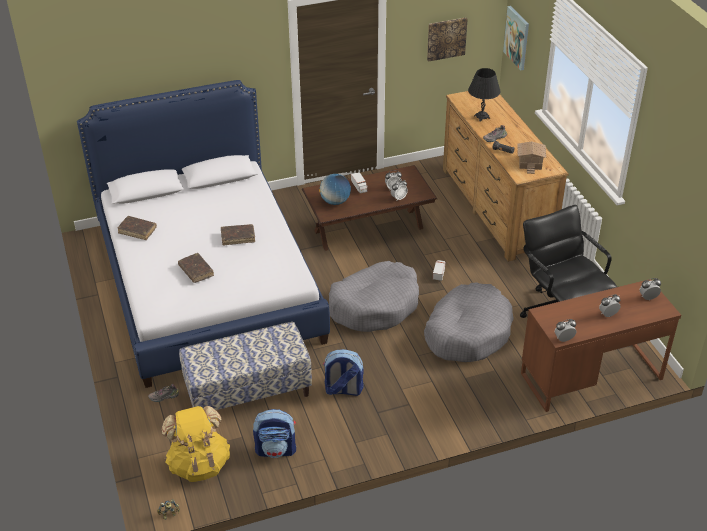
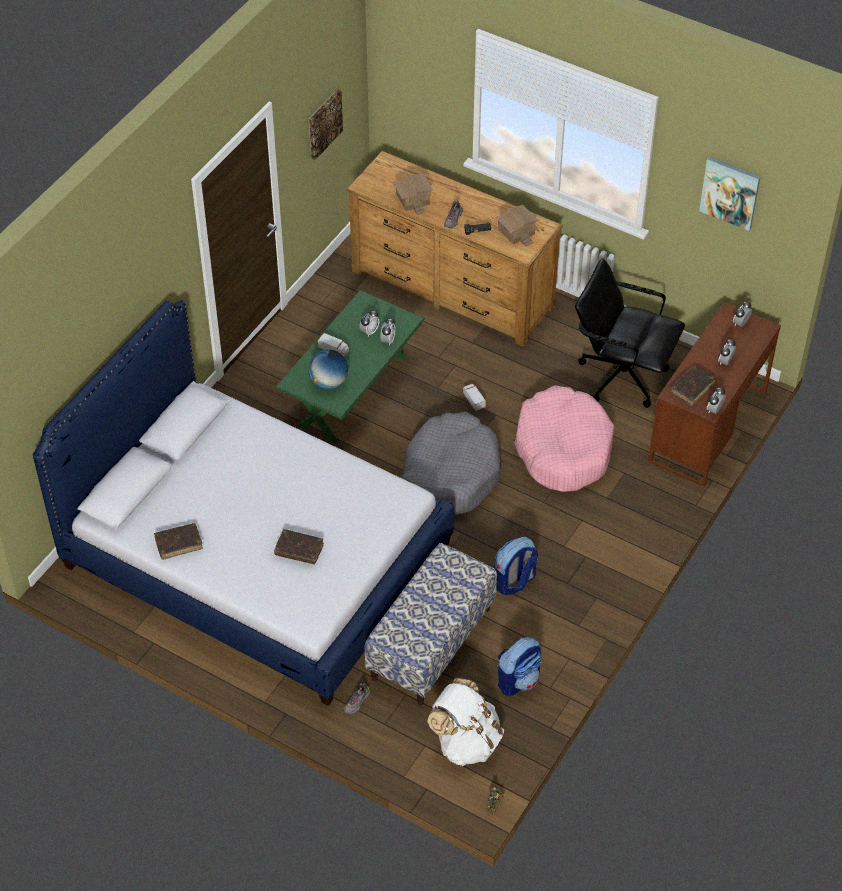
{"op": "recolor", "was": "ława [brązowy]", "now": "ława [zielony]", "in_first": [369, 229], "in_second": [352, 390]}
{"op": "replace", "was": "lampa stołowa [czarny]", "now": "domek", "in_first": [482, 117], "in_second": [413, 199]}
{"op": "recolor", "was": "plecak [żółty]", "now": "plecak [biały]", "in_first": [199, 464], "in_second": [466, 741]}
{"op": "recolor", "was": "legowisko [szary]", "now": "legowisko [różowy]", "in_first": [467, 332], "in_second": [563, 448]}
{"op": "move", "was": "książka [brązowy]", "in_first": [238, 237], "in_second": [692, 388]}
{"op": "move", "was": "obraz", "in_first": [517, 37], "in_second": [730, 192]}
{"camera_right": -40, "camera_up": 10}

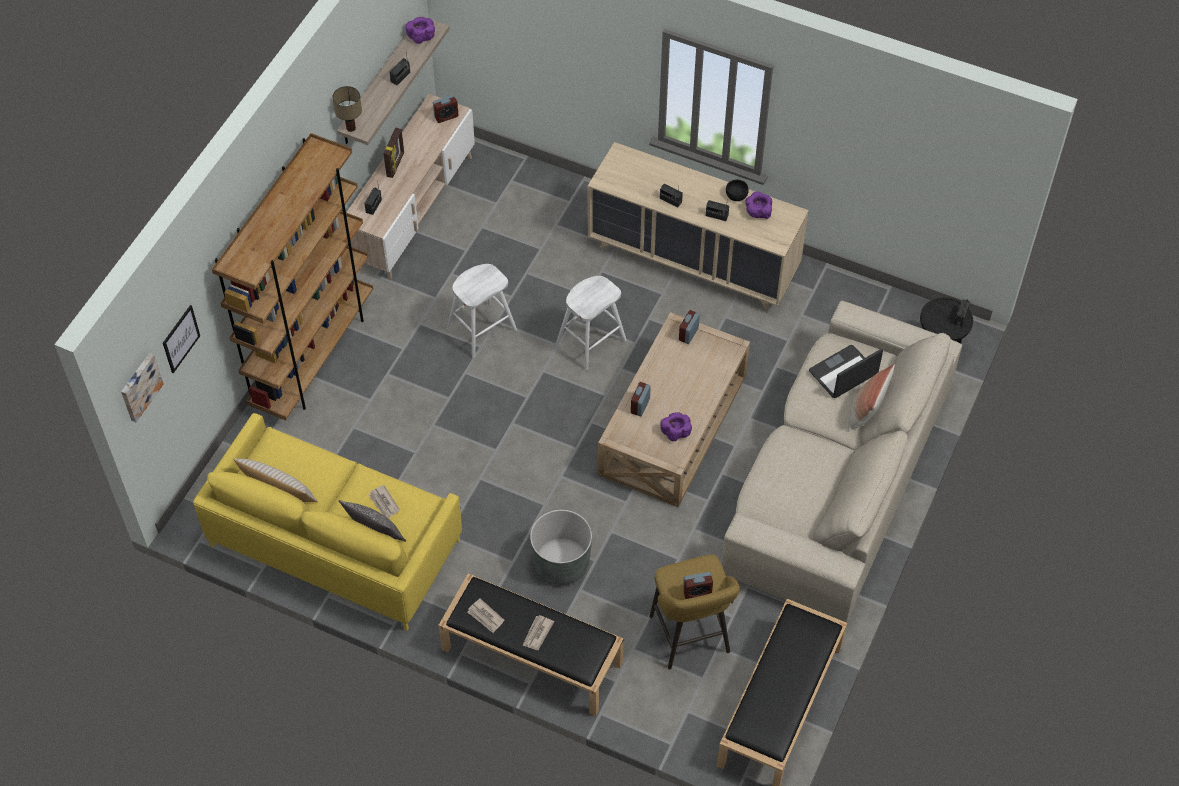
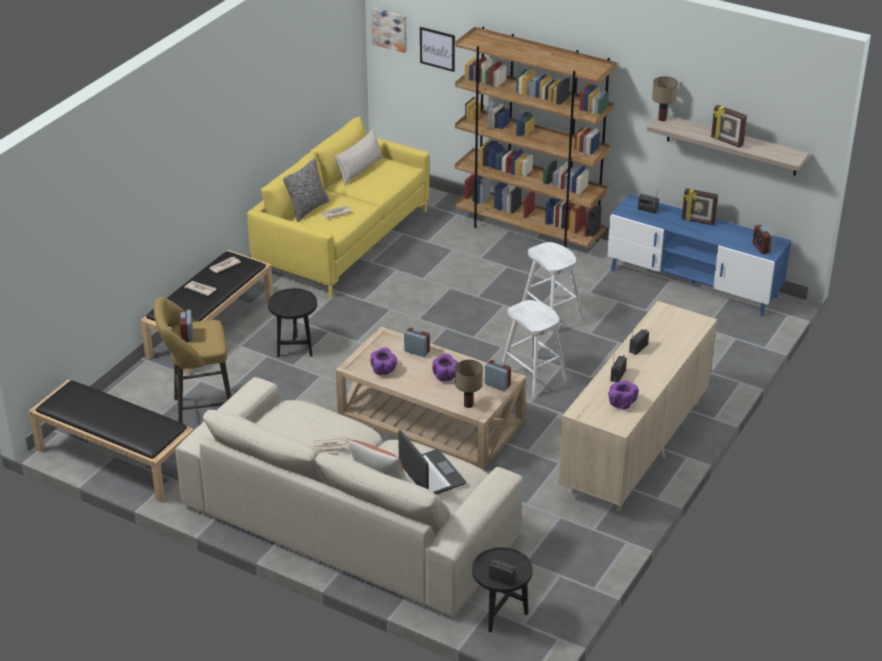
{"op": "replace", "was": "donica [szary]", "now": "stolik [czarny]", "in_first": [561, 563], "in_second": [295, 347]}
{"op": "insert", "now": "gazeta", "in_second": [331, 447]}
{"op": "move", "was": "miska [fioletowy]", "in_first": [421, 36], "in_second": [446, 376]}
{"op": "insert", "now": "lampa stołowa", "in_second": [468, 405]}
{"op": "recolor", "was": "szafka pod telewizor [beżowy]", "now": "szafka pod telewizor [niebieski]", "in_first": [413, 210], "in_second": [693, 282]}
{"op": "replace", "was": "radio", "now": "ramka na zdjęcie", "in_first": [400, 77], "in_second": [726, 142]}
{"op": "delete", "was": "miska [czarny]", "in_first": [736, 195]}
{"camera_right": 95, "camera_up": -20}

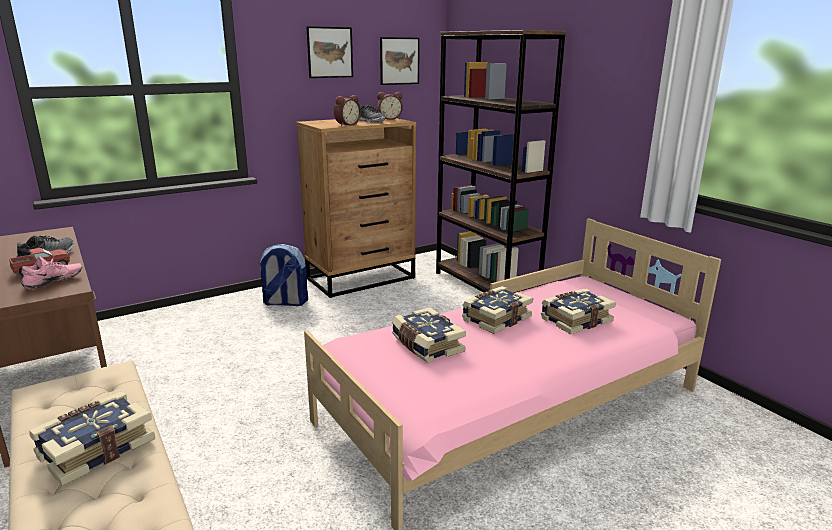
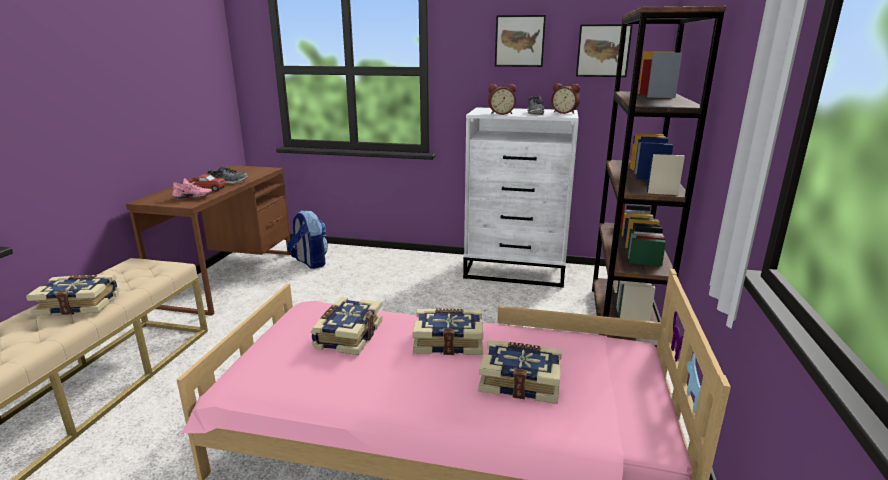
{"op": "move", "was": "plecak", "in_first": [284, 302], "in_second": [310, 262]}
{"op": "recolor", "was": "komoda [brązowy]", "now": "komoda [biały]", "in_first": [362, 278], "in_second": [516, 271]}
{"camera_right": 45, "camera_up": 0}

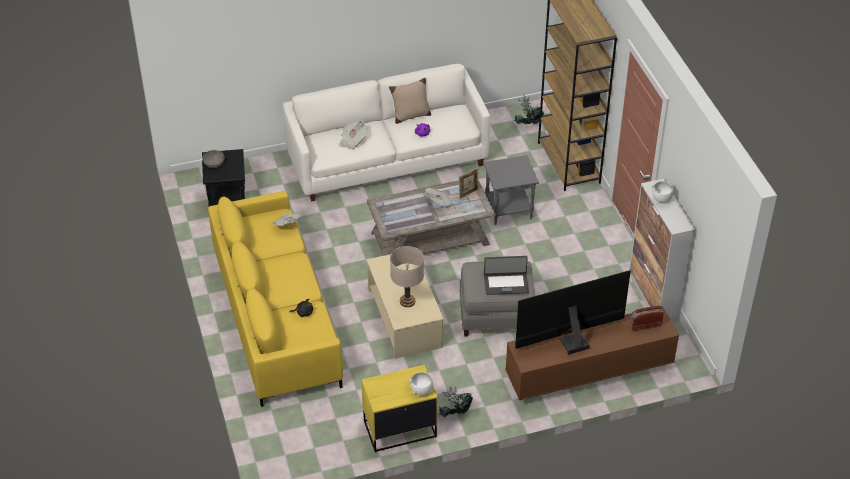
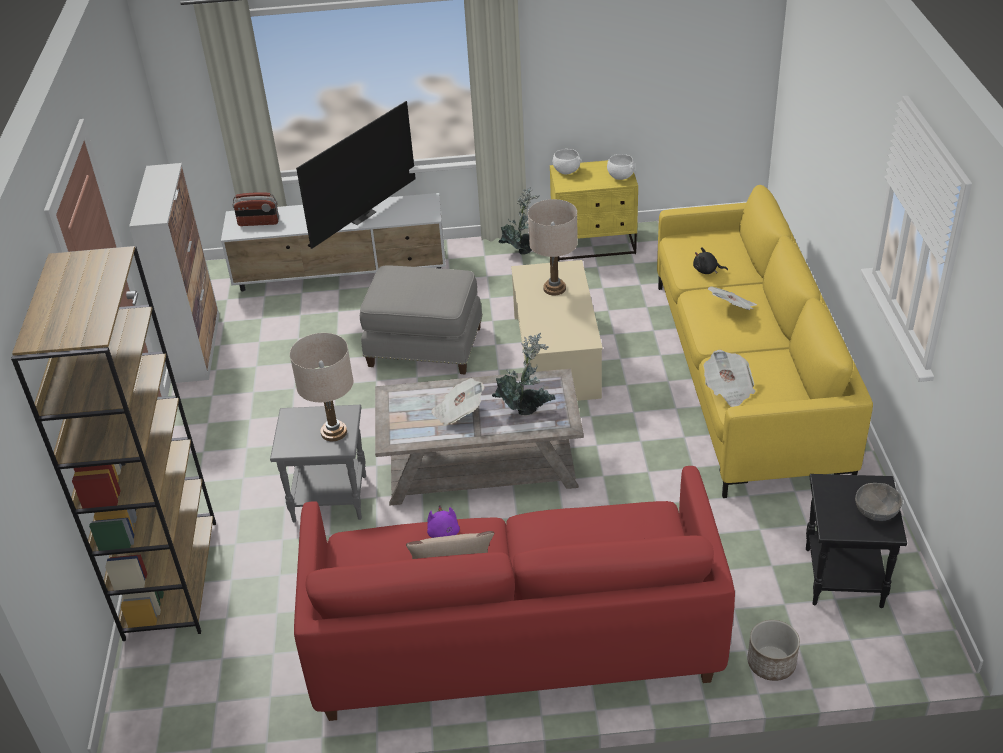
{"op": "recolor", "was": "szafka pod telewizor [brązowy]", "now": "szafka pod telewizor [biały]", "in_first": [587, 373], "in_second": [342, 274]}
{"op": "insert", "now": "lampa stołowa [beżowy]", "in_second": [333, 432]}
{"op": "recolor", "was": "kanapa [biały]", "now": "kanapa [czerwony]", "in_first": [387, 159], "in_second": [514, 637]}
{"op": "rotate", "was": "telewizor", "in_first": [572, 341], "in_second": [360, 215], "clockwise": -45}
{"op": "move", "was": "roślina doniczkowa", "in_first": [527, 126], "in_second": [526, 408]}
{"op": "move", "was": "miska [biały]", "in_first": [662, 198], "in_second": [620, 176]}
{"op": "move", "was": "gazeta", "in_first": [352, 141], "in_second": [732, 309]}
{"op": "insert", "now": "donica", "in_second": [771, 663]}
{"op": "delete", "was": "ramka na zdjęcie", "in_first": [468, 193]}
{"op": "delete", "was": "laptop", "in_first": [506, 284]}
{"camera_right": -165, "camera_up": -5}

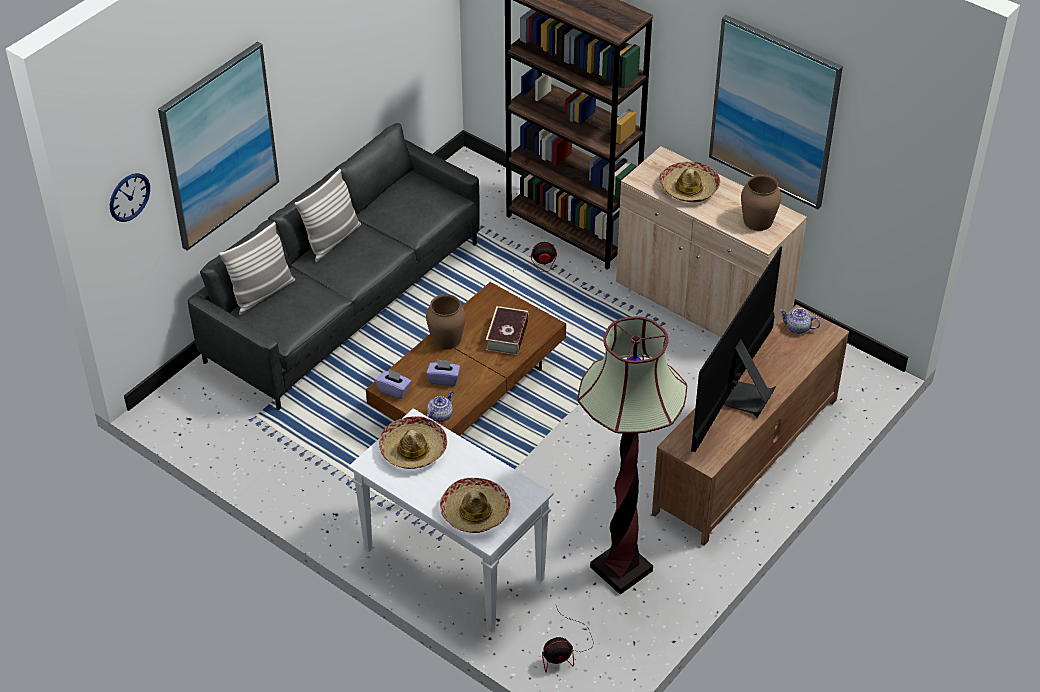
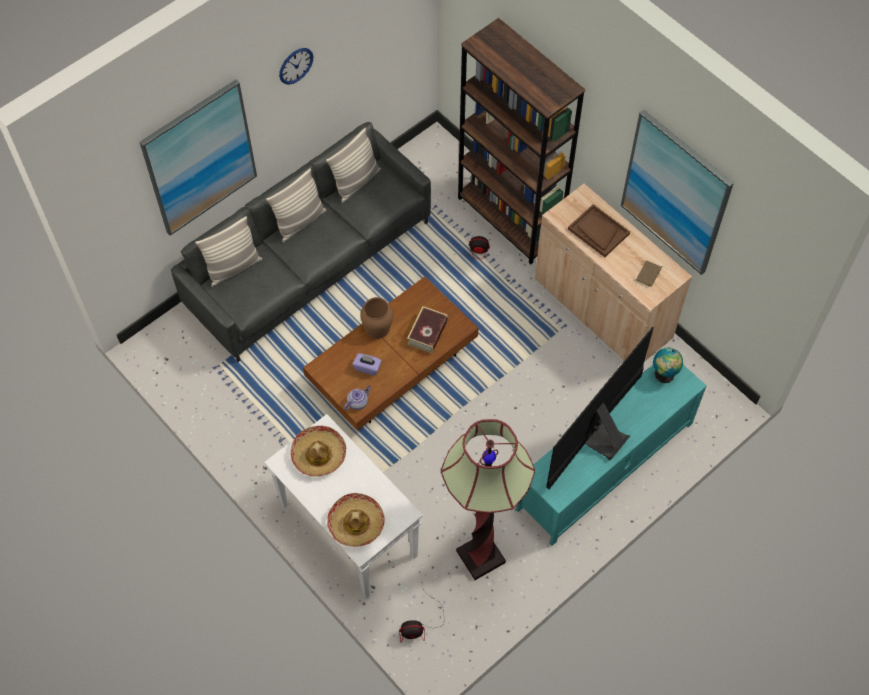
{"op": "move", "was": "zegar ścienny", "in_first": [129, 197], "in_second": [295, 65]}
{"op": "insert", "now": "poduszka", "in_second": [356, 182]}
{"op": "recolor", "was": "szafka pod telewizor [brązowy]", "now": "szafka pod telewizor [turkusowy]", "in_first": [746, 456], "in_second": [605, 466]}
{"op": "replace", "was": "kapelusz", "now": "taca [brązowy]", "in_first": [689, 188], "in_second": [598, 231]}
{"op": "replace", "was": "wazon [brązowy]", "now": "książka [brązowy]", "in_first": [758, 221], "in_second": [649, 275]}
{"op": "replace", "was": "imbryk", "now": "globus", "in_first": [797, 328], "in_second": [664, 375]}
{"op": "delete", "was": "pudełko chusteczek [fioletowy]", "in_first": [394, 390]}
{"camera_right": 10, "camera_up": 15}

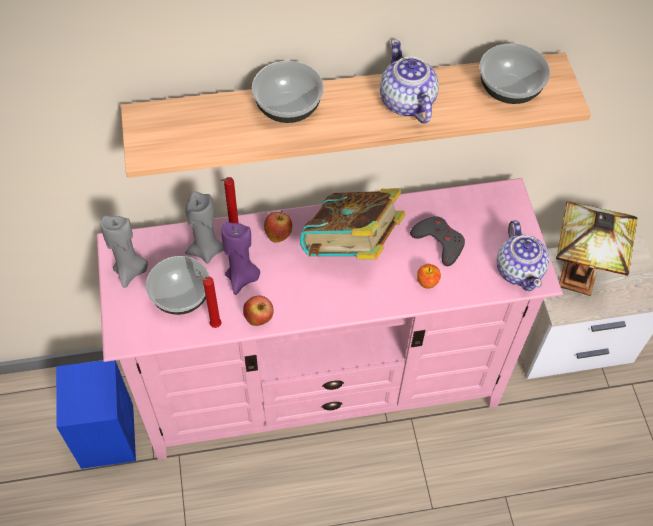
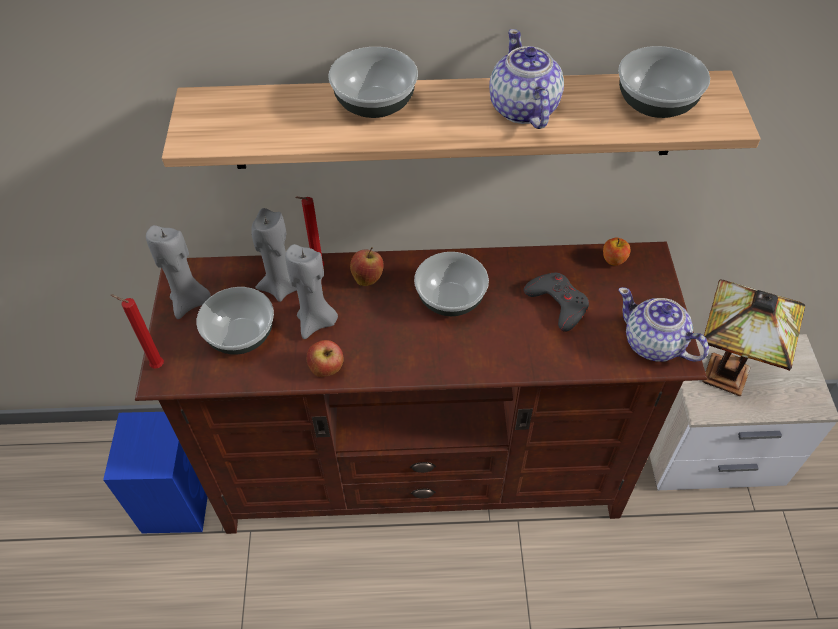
{"op": "move", "was": "świeca [czerwony]", "in_first": [213, 325], "in_second": [155, 365]}
{"op": "recolor", "was": "szafka pod telewizor [różowy]", "now": "szafka pod telewizor [brązowy]", "in_first": [323, 386], "in_second": [422, 472]}
{"op": "recolor", "was": "świeca [fioletowy]", "now": "świeca [szary]", "in_first": [242, 278], "in_second": [317, 322]}
{"op": "replace", "was": "książka", "now": "miska", "in_first": [351, 246], "in_second": [451, 299]}
{"op": "move", "was": "jabłko", "in_first": [427, 282], "in_second": [614, 260]}
{"op": "rotate", "was": "imbryk", "in_first": [519, 270], "in_second": [653, 344], "clockwise": 135}
{"camera_right": 10, "camera_up": -5}

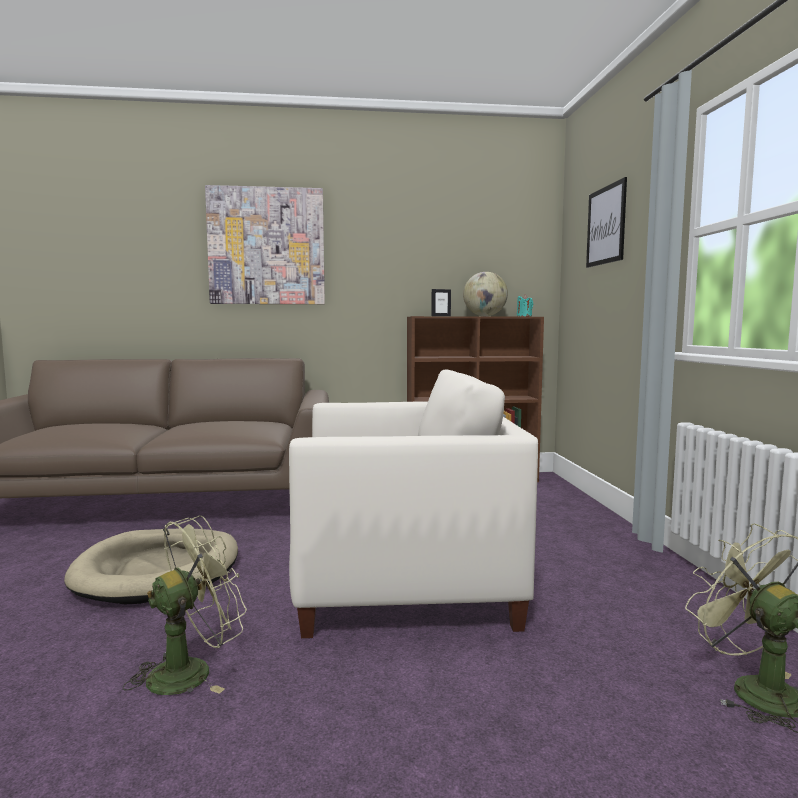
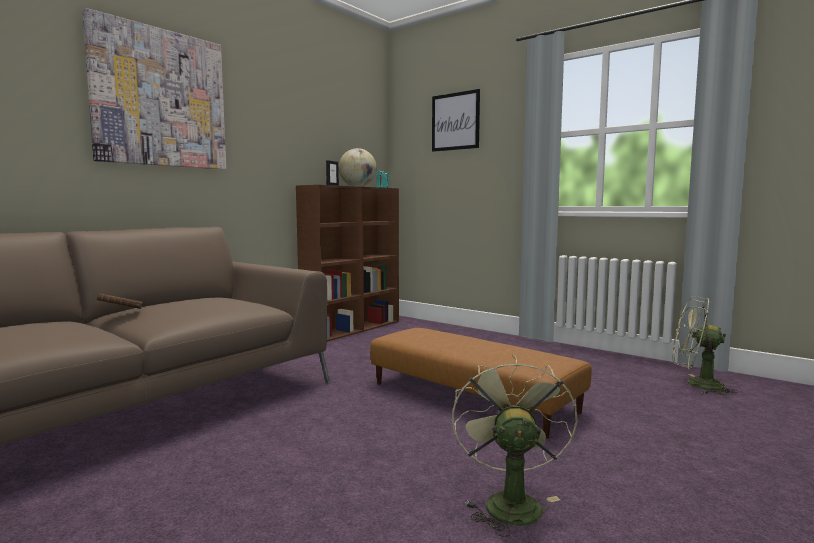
{"op": "insert", "now": "książka [brązowy]", "in_second": [121, 312]}
{"op": "replace", "was": "fotel [biały]", "now": "pufa [brązowy]", "in_first": [403, 577], "in_second": [472, 397]}
{"op": "delete", "was": "legowisko [beżowy]", "in_first": [158, 570]}
{"camera_right": -45, "camera_up": 0}

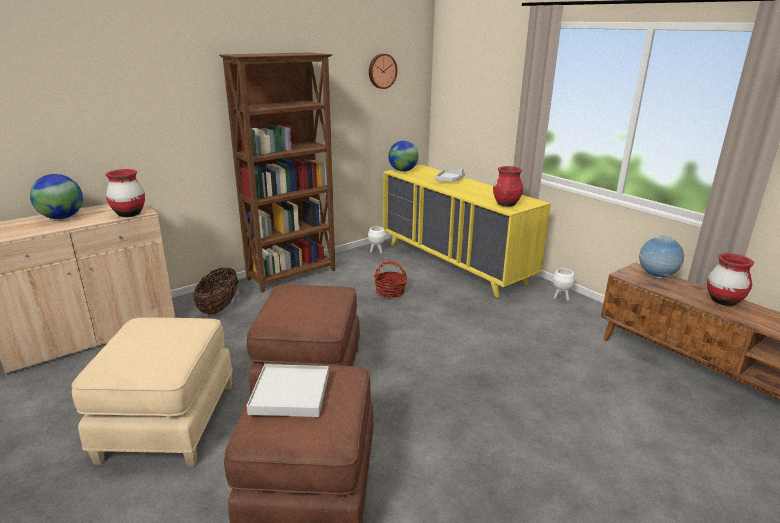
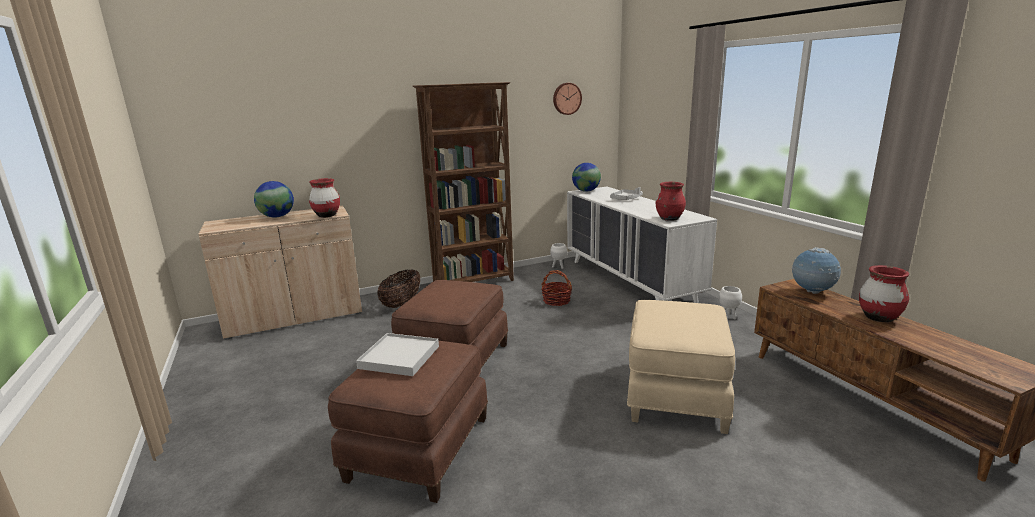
{"op": "recolor", "was": "komoda [żółty]", "now": "komoda [biały]", "in_first": [454, 263], "in_second": [630, 280]}
{"op": "move", "was": "pufa [beżowy]", "in_first": [167, 421], "in_second": [675, 394]}
{"camera_right": 15, "camera_up": -5}

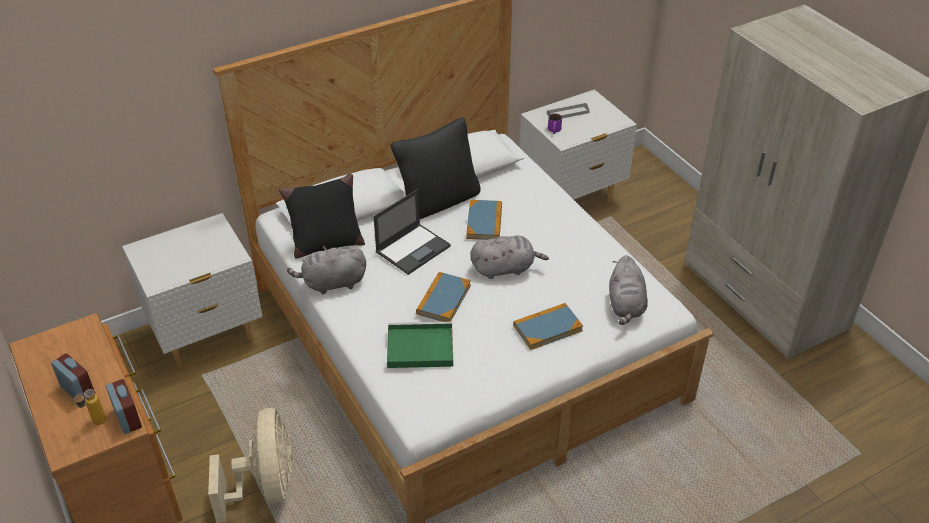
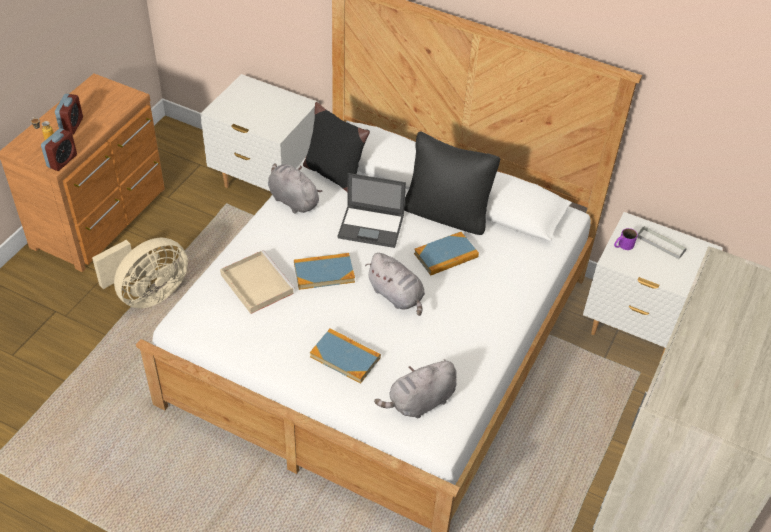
{"op": "recolor", "was": "taca [zielony]", "now": "taca [beżowy]", "in_first": [418, 348], "in_second": [255, 283]}
{"camera_right": 55, "camera_up": 5}

